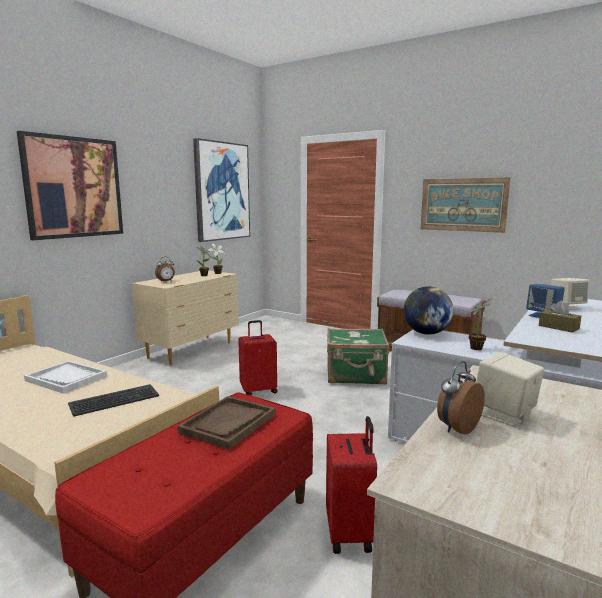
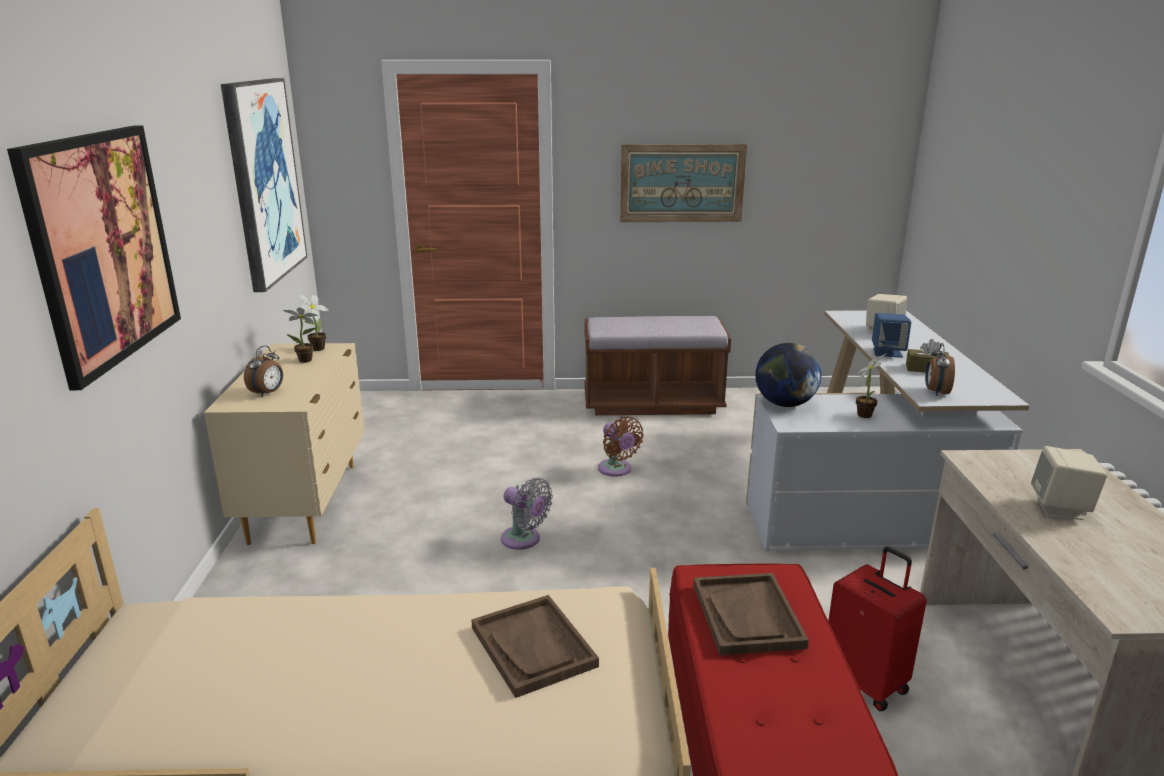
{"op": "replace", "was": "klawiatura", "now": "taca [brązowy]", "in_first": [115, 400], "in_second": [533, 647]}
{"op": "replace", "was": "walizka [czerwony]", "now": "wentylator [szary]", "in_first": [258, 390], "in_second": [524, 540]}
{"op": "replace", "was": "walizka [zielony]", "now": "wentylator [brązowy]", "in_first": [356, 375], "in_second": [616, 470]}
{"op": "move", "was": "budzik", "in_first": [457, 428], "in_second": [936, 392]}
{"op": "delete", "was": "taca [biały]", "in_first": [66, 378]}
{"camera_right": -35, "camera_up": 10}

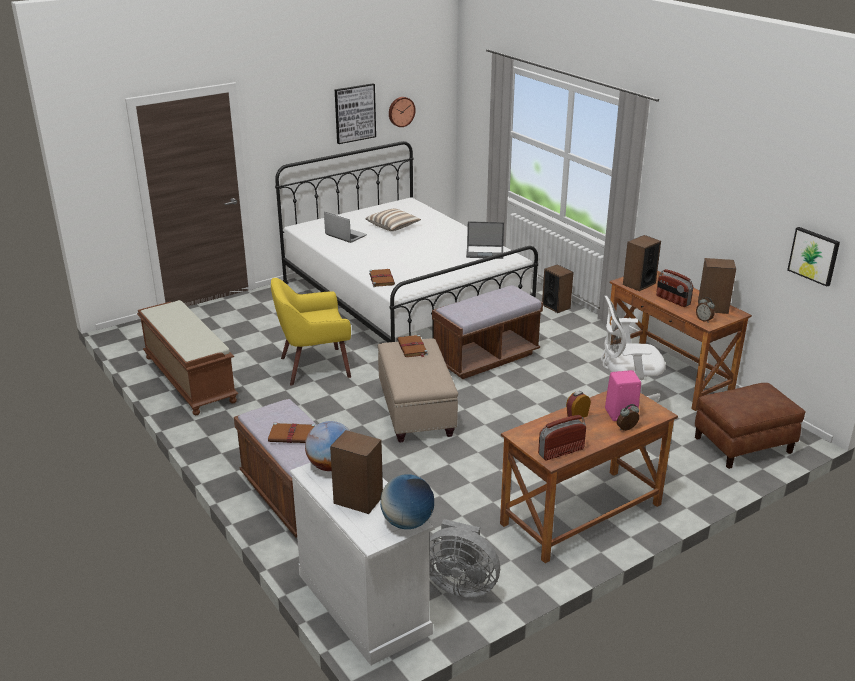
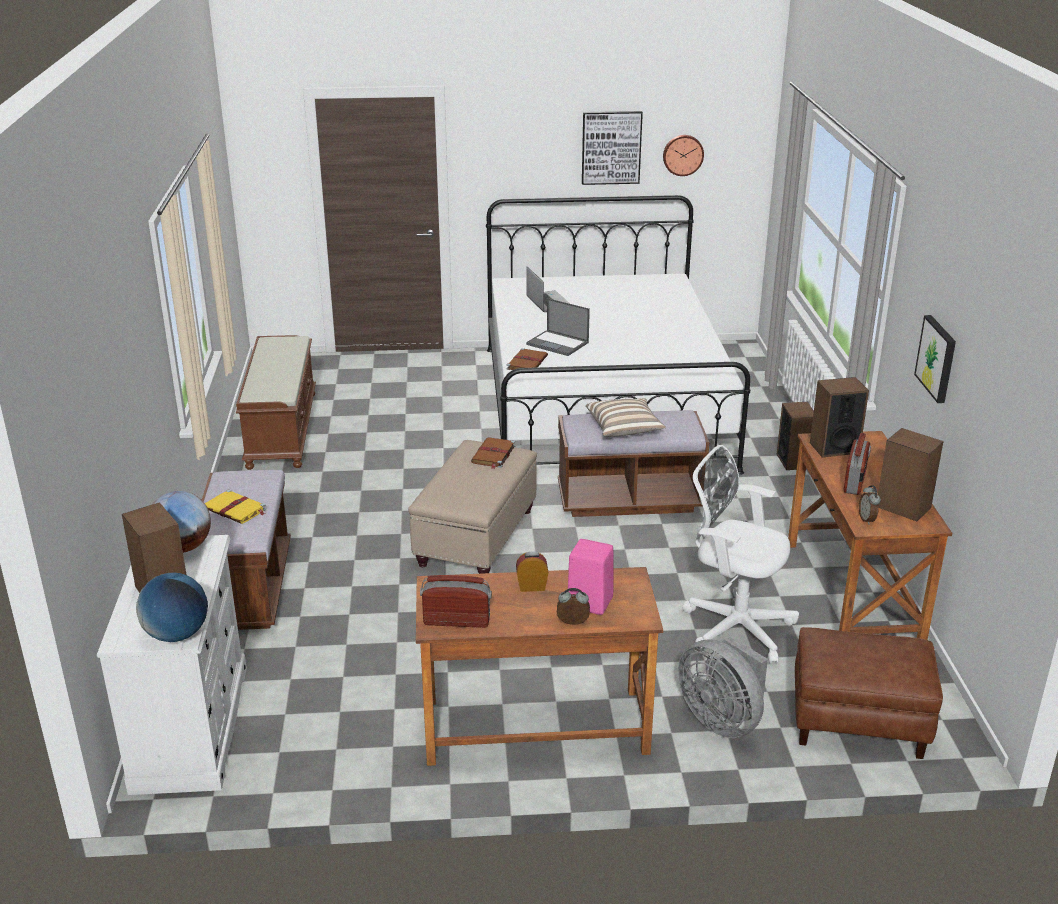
{"op": "recolor", "was": "książka [brązowy]", "now": "książka [żółty]", "in_first": [293, 435], "in_second": [236, 509]}
{"op": "move", "was": "laptop", "in_first": [485, 252], "in_second": [558, 343]}
{"op": "move", "was": "poduszka", "in_first": [393, 227], "in_second": [624, 428]}
{"op": "move", "was": "wentylator [szary]", "in_first": [460, 585], "in_second": [722, 720]}
{"op": "rotate", "was": "radio", "in_first": [672, 300], "in_second": [855, 482], "clockwise": -150}
{"op": "move", "was": "obraz", "in_first": [814, 255], "in_second": [937, 358]}
{"op": "delete", "was": "fotel [żółty]", "in_first": [314, 367]}
{"camera_right": 30, "camera_up": 0}

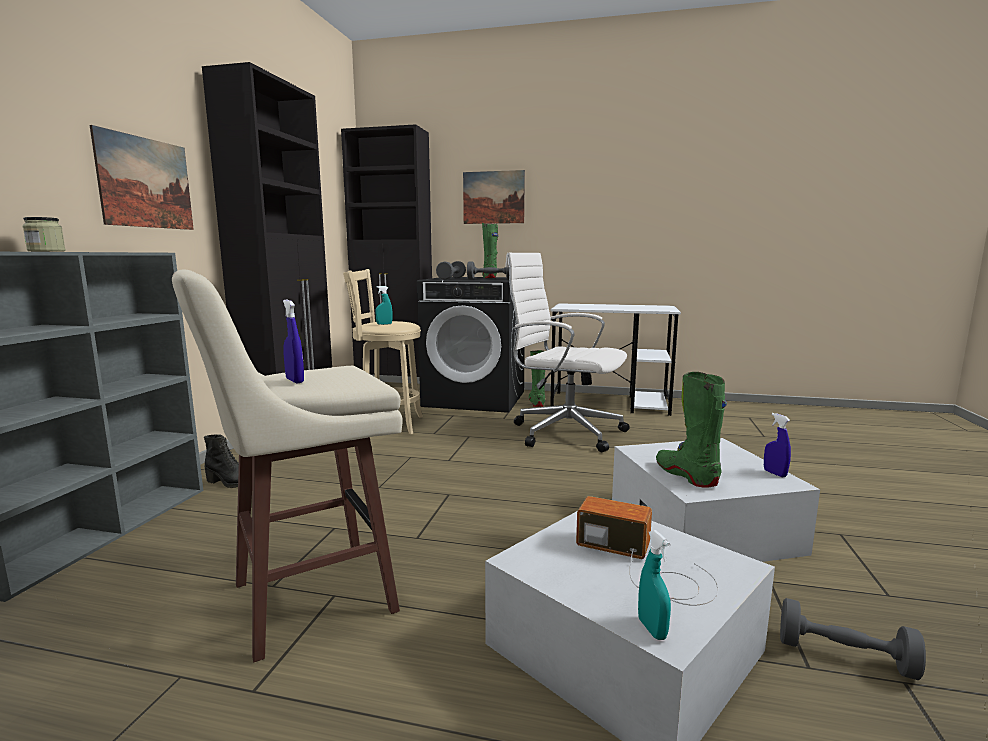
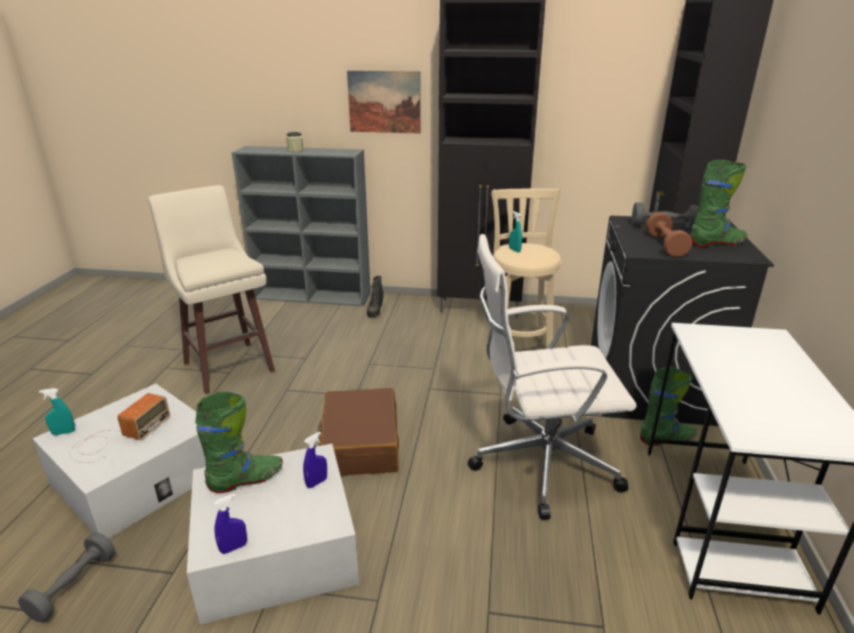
{"op": "move", "was": "spryskiwacz [niebieski]", "in_first": [295, 381], "in_second": [316, 482]}
{"op": "insert", "now": "walizka [brązowy]", "in_second": [360, 443]}
{"op": "rotate", "was": "krzesło biurowe [biały]", "in_first": [564, 432], "in_second": [540, 463], "clockwise": -120}
{"op": "recolor", "was": "hantel [szary]", "now": "hantel [brązowy]", "in_first": [490, 279], "in_second": [665, 245]}
{"op": "delete", "was": "obraz", "in_first": [493, 197]}
{"camera_right": 85, "camera_up": 15}

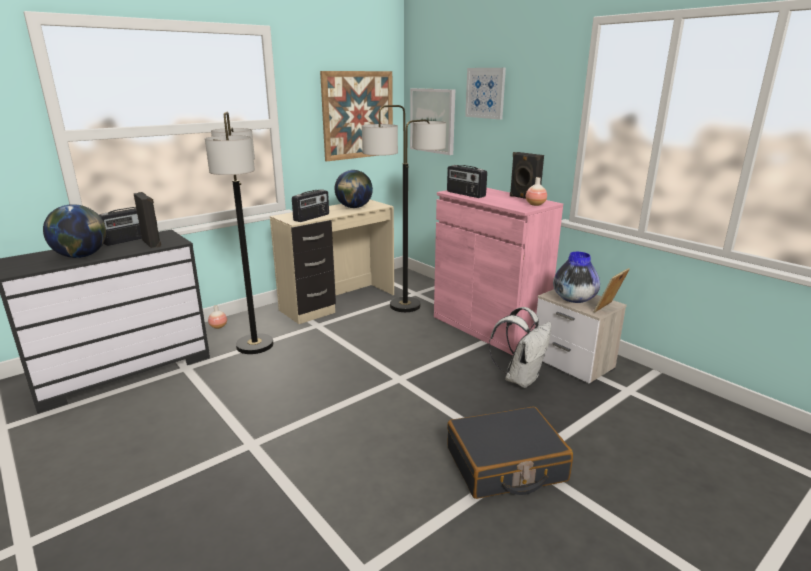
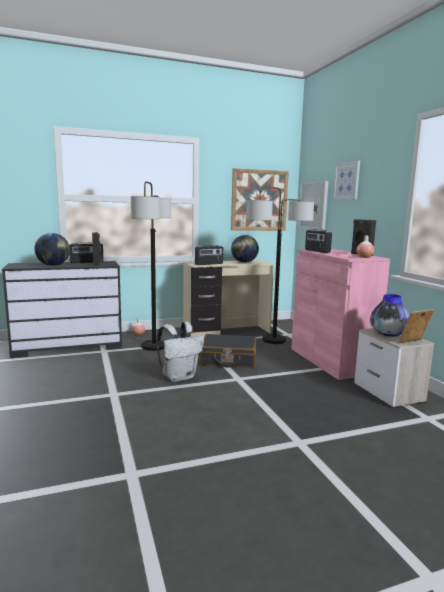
{"op": "move", "was": "plecak [biały]", "in_first": [520, 378], "in_second": [179, 377]}
{"op": "move", "was": "walizka [czarny]", "in_first": [505, 465], "in_second": [228, 359]}
{"camera_right": 20, "camera_up": -10}

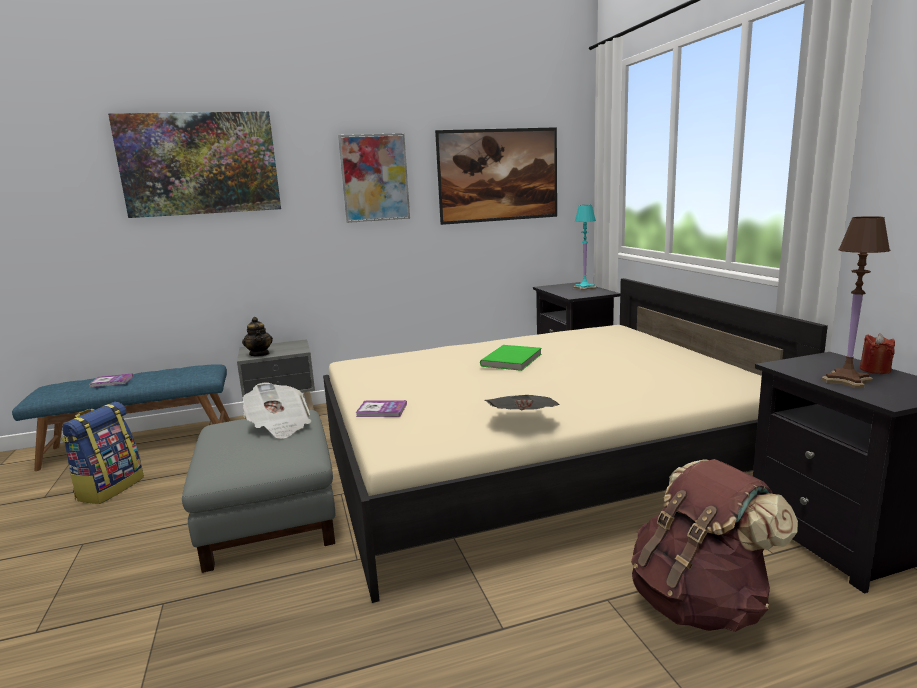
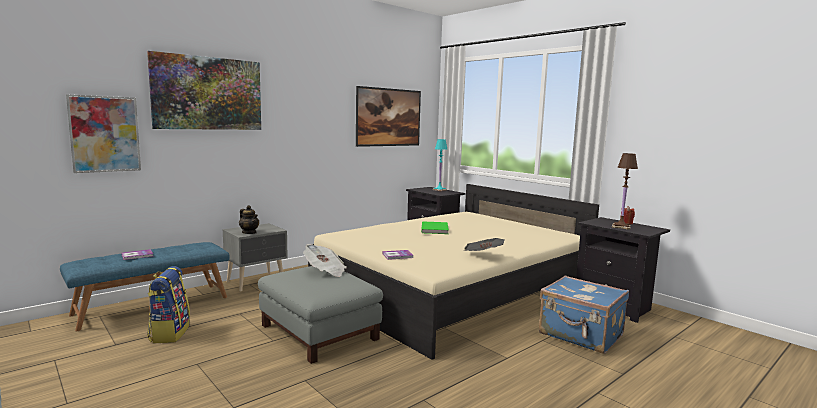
{"op": "move", "was": "obraz", "in_first": [375, 178], "in_second": [105, 134]}
{"op": "replace", "was": "plecak [brązowy]", "now": "walizka [niebieski]", "in_first": [700, 603], "in_second": [581, 335]}
{"camera_right": -25, "camera_up": -5}

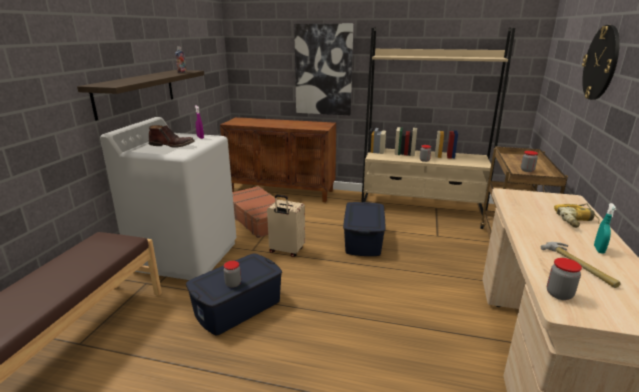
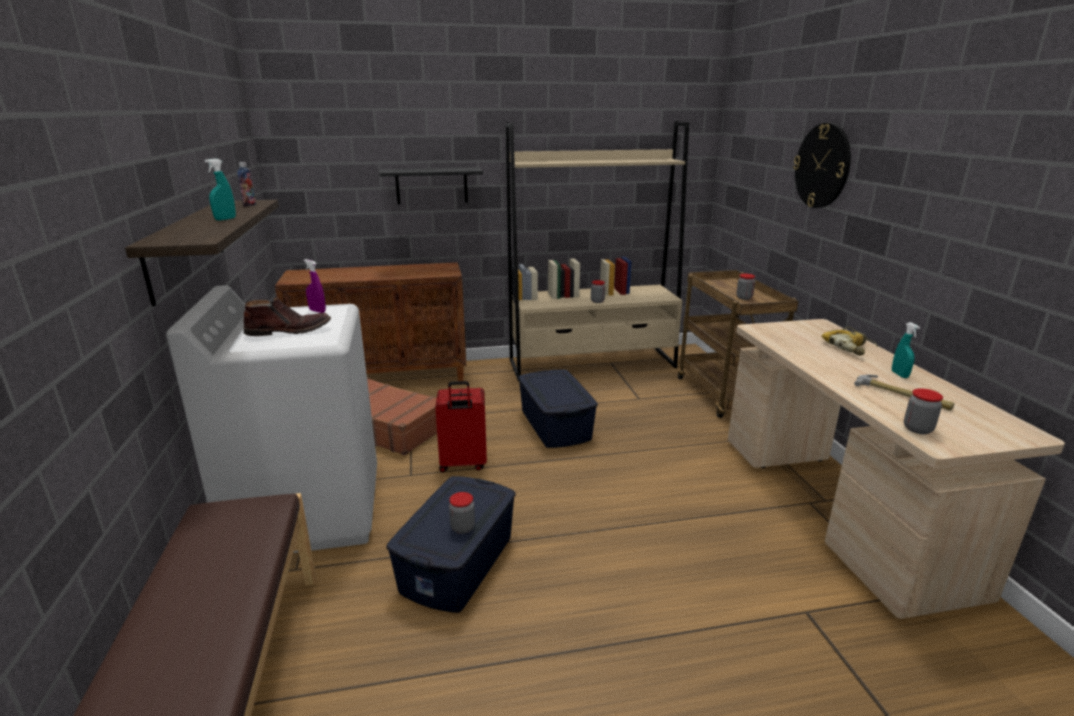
{"op": "insert", "now": "spryskiwacz [turkusowy]", "in_second": [225, 219]}
{"op": "replace", "was": "obraz", "now": "półka [czarny]", "in_first": [323, 70], "in_second": [431, 186]}
{"op": "recolor", "was": "walizka [beżowy]", "now": "walizka [czerwony]", "in_first": [286, 251], "in_second": [463, 464]}
{"camera_right": -25, "camera_up": 0}

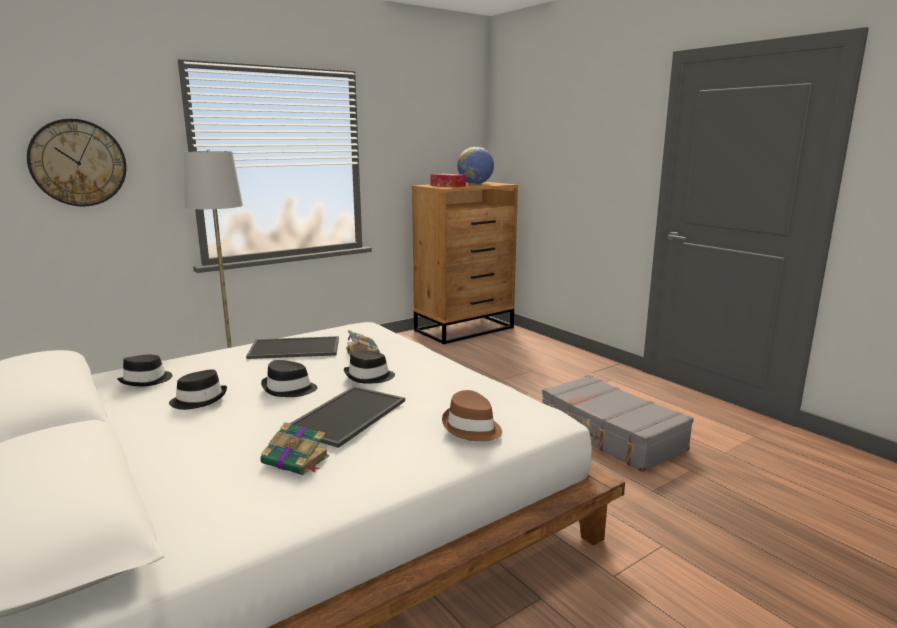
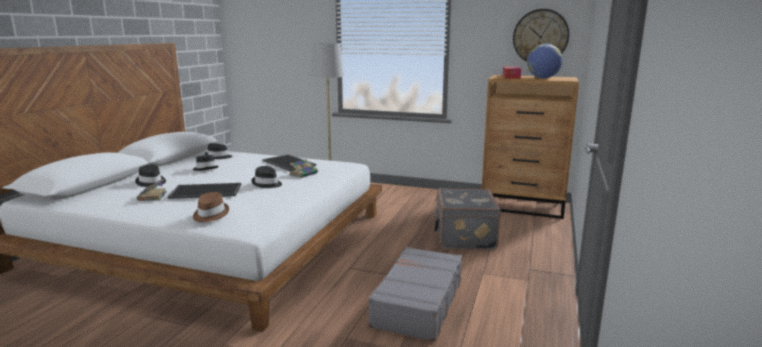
{"op": "move", "was": "kapelusz [czarny]", "in_first": [289, 389], "in_second": [151, 182]}
{"op": "insert", "now": "walizka [szary]", "in_second": [463, 238]}
{"op": "move", "was": "zegar ścienny", "in_first": [78, 163], "in_second": [540, 37]}
{"camera_right": 55, "camera_up": 0}

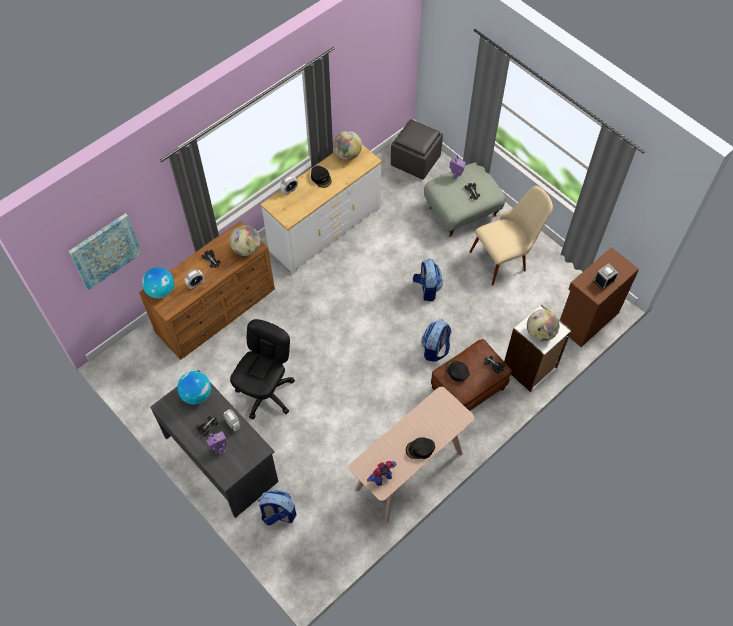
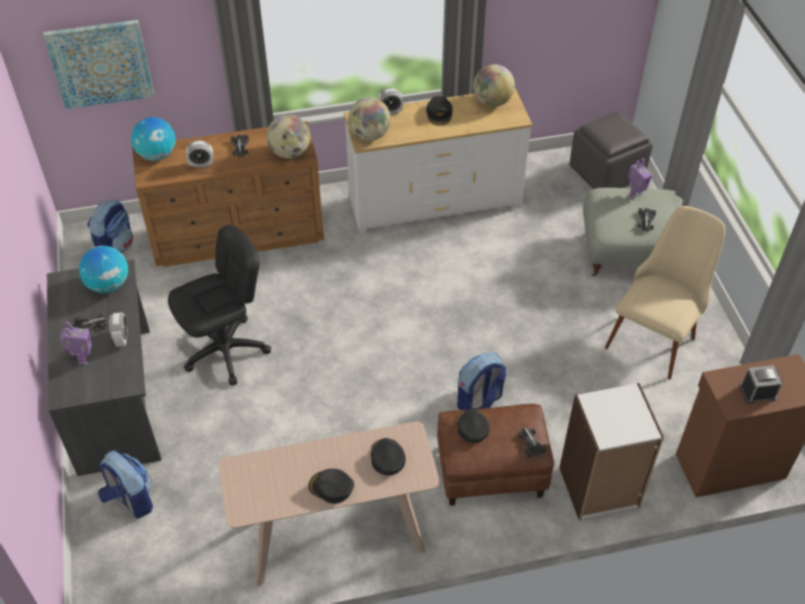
{"op": "move", "was": "plecak", "in_first": [427, 289], "in_second": [116, 247]}
{"op": "move", "was": "globus", "in_first": [540, 333], "in_second": [369, 135]}
{"op": "insert", "now": "czapka z daszkiem [czarny]", "in_second": [387, 458]}
{"op": "rotate", "was": "krzesło [beżowy]", "in_first": [506, 257], "in_second": [656, 333], "clockwise": -60}
{"op": "delete", "was": "robot zabawkowy", "in_first": [382, 478]}
{"camera_right": 30, "camera_up": -10}

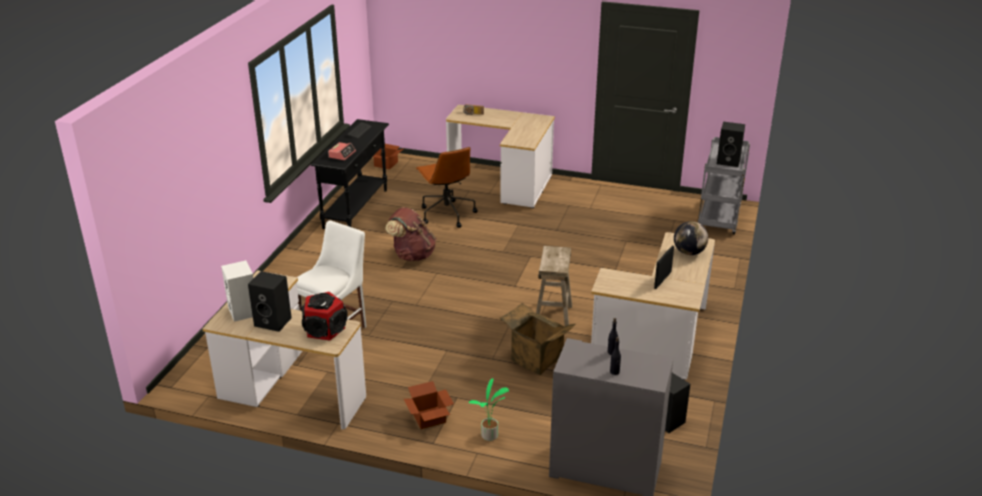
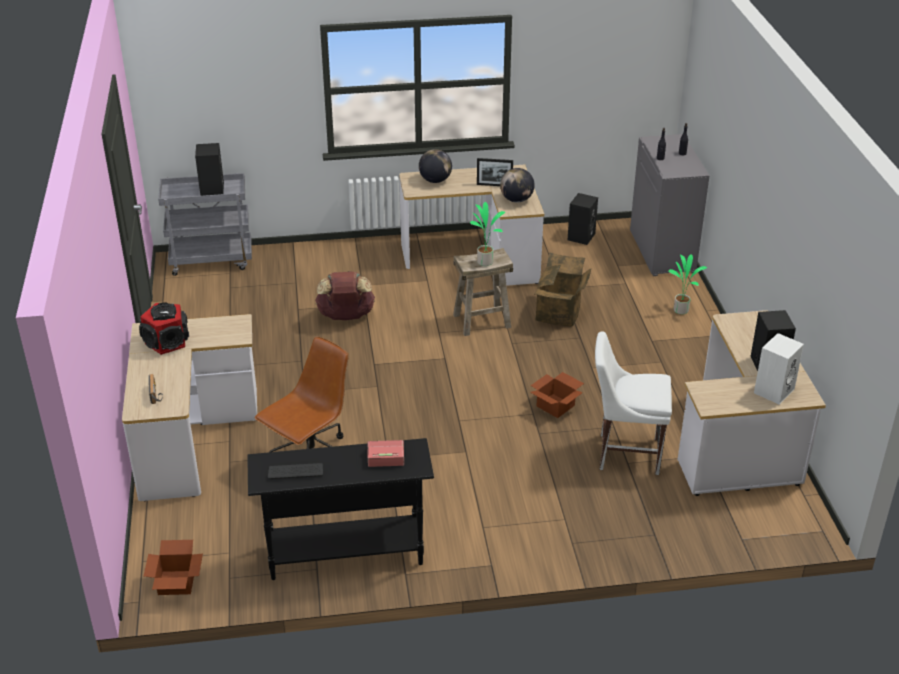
{"op": "move", "was": "głośnik", "in_first": [325, 329], "in_second": [166, 342]}
{"op": "move", "was": "plecak [brązowy]", "in_first": [412, 255], "in_second": [346, 317]}
{"op": "insert", "now": "roślina doniczkowa", "in_second": [485, 261]}
{"op": "insert", "now": "globus", "in_second": [516, 200]}
{"op": "move", "was": "karton", "in_first": [429, 418], "in_second": [556, 405]}
{"camera_right": -115, "camera_up": 5}

